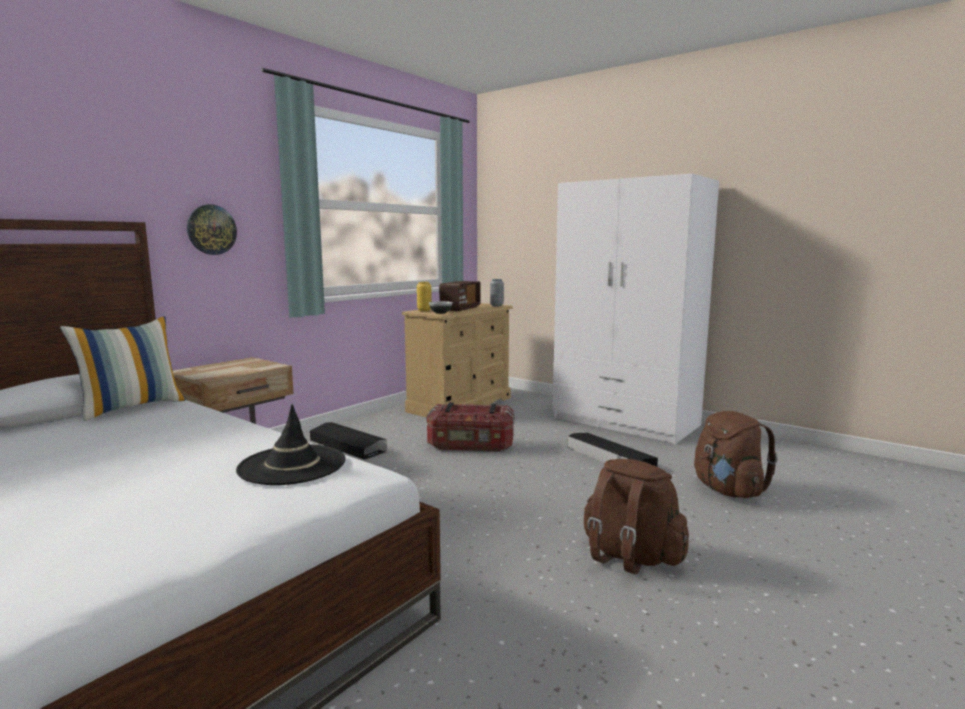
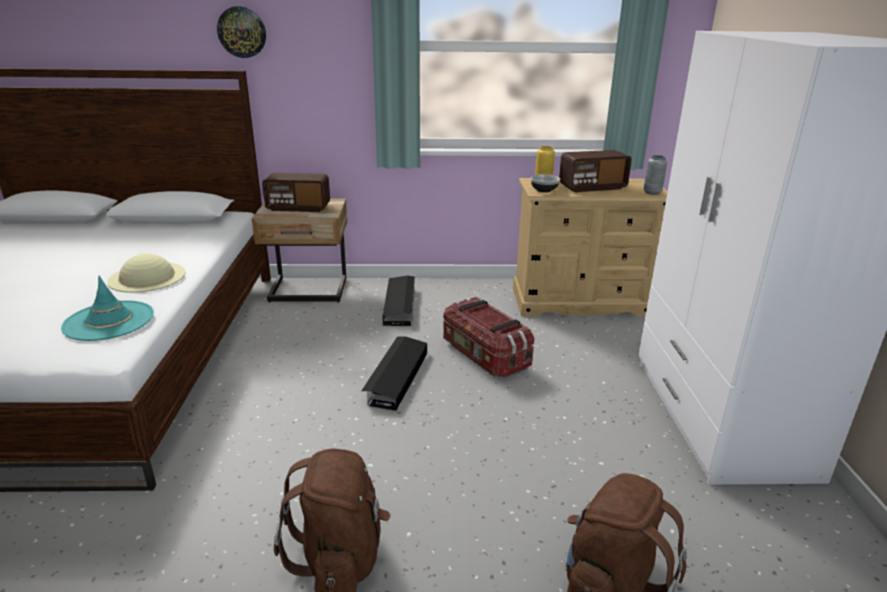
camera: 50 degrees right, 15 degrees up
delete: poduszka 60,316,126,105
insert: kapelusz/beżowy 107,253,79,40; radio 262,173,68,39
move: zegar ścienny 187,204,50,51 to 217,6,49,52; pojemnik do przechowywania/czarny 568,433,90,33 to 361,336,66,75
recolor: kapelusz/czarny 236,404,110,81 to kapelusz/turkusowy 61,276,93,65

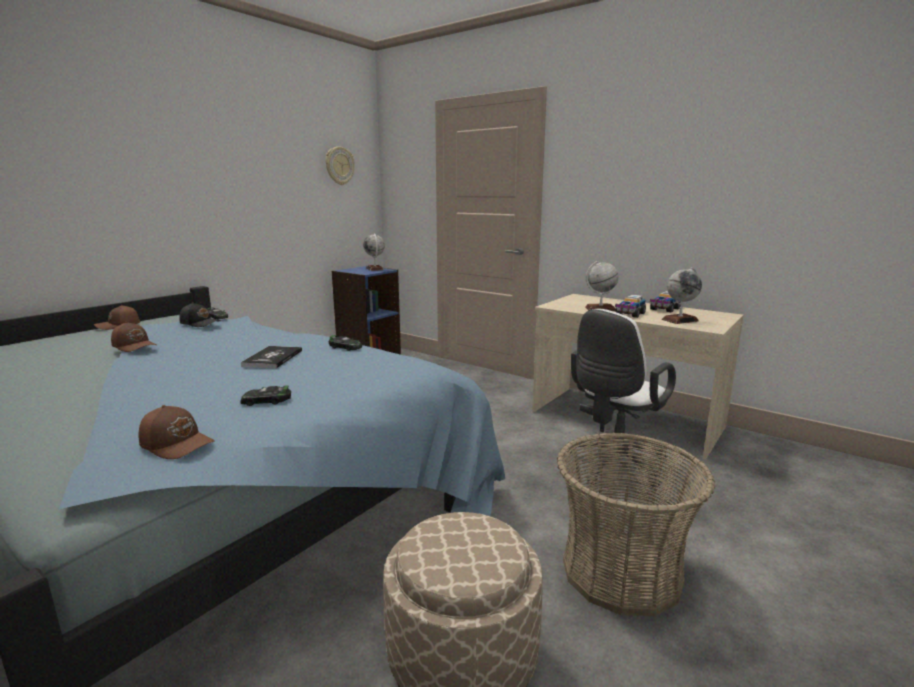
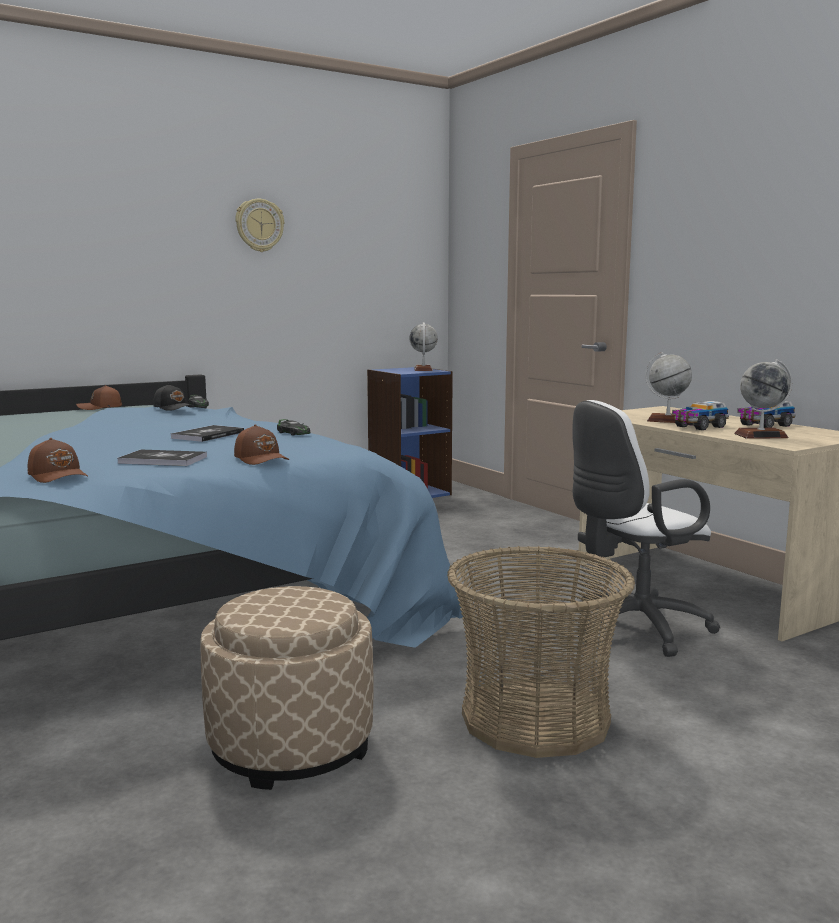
camera: 20 degrees right, 5 degrees down
move: czapka z daszkiem/brązowy 111,322,46,30 to 234,424,55,41; zegar ścienny 326,146,29,39 to 235,199,49,53
replace: samochodzik 241,386,50,20 to książka 117,450,90,16

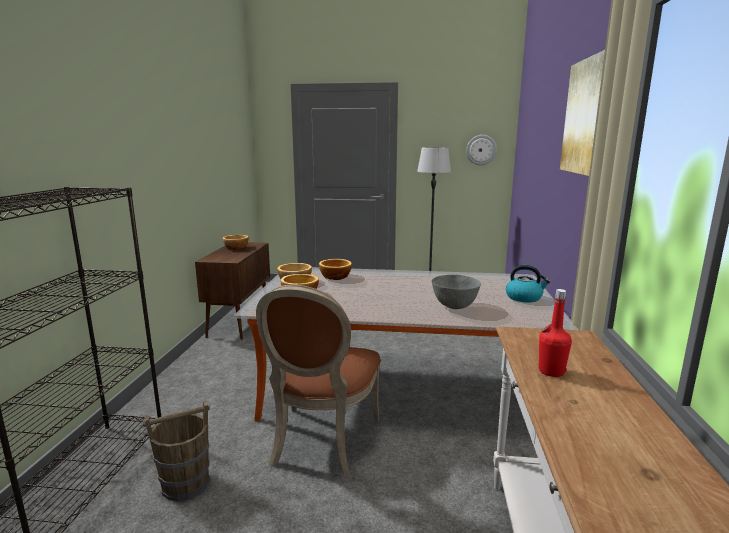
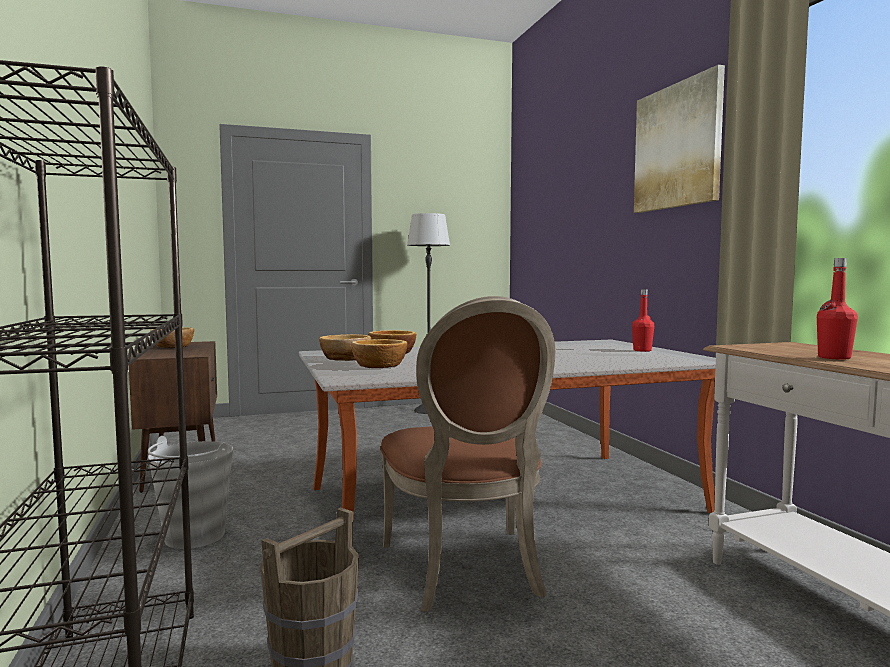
camera: 25 degrees left, 10 degrees down
delete: miska/szary 432,275,49,34; zegar ścienny 466,135,31,30
insert: wiadro/szary 148,436,85,113
replace: czajnik 506,265,44,37 to butelka/czerwony 632,289,22,63

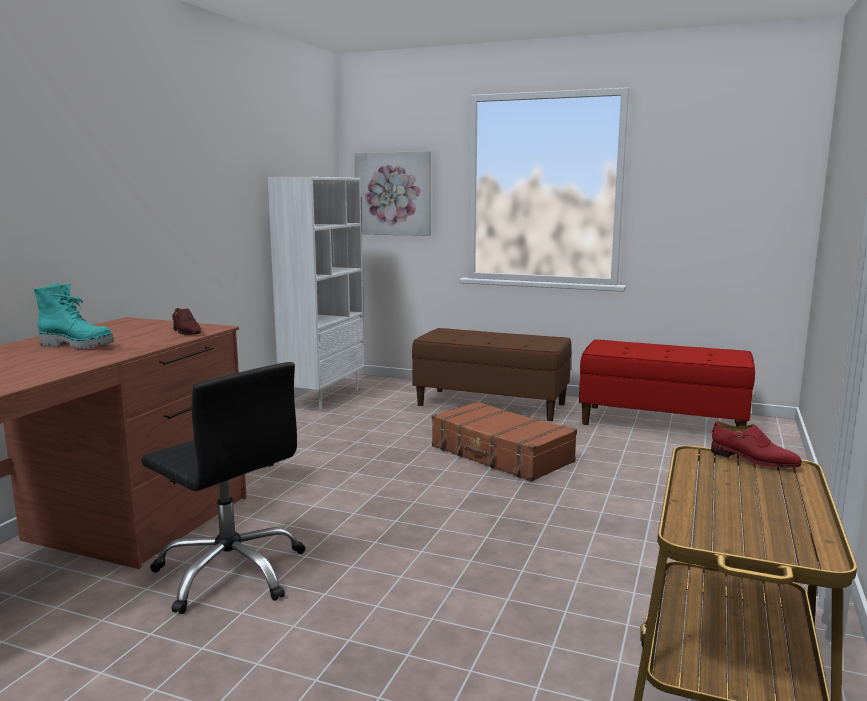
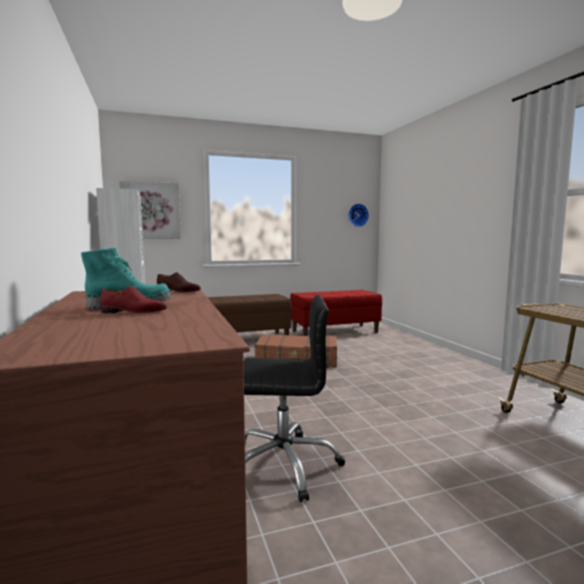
camera: 40 degrees left, 5 degrees down
insert: zegar ścienny 348,204,21,23
move: but/czerwony 711,421,91,47 to 101,285,66,29

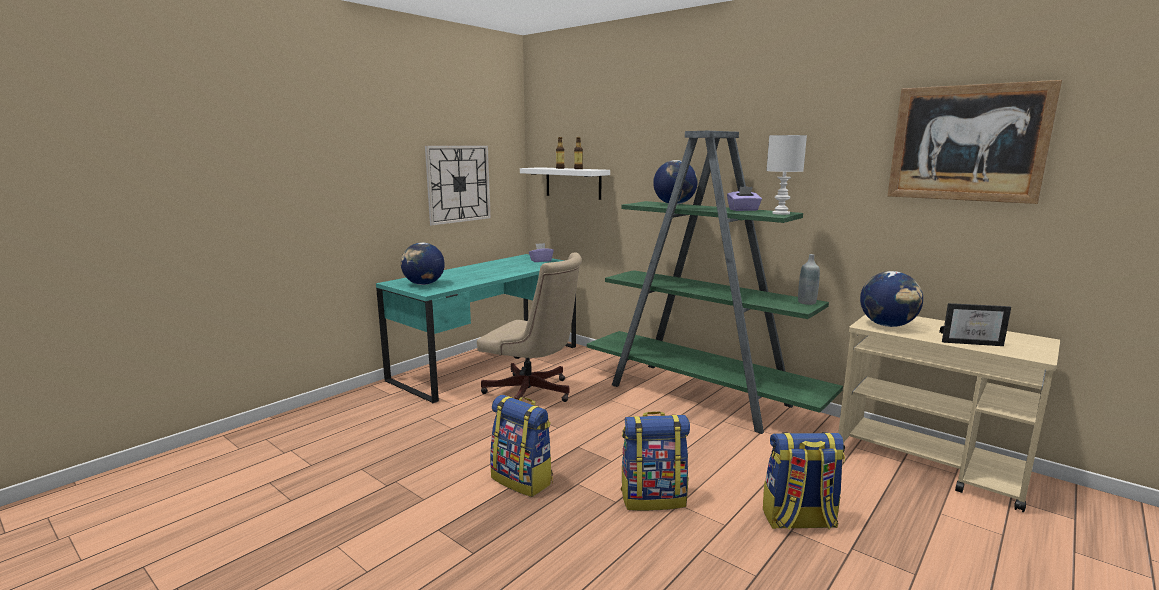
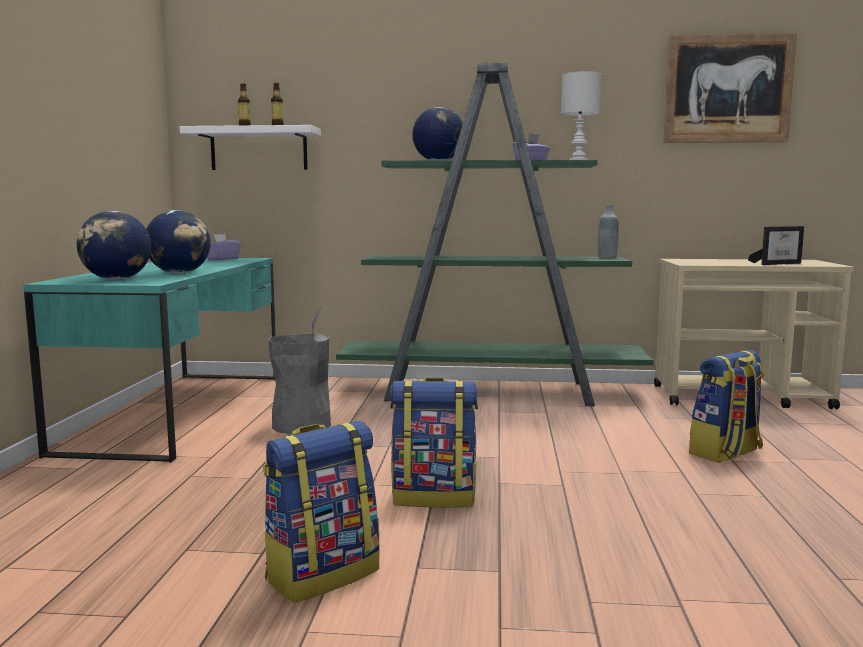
camera: 35 degrees left, 5 degrees down
delete: zegar ścienny 425,145,66,81
move: globus 860,271,63,56 to 146,210,65,64; plecak 620,411,70,100 to 263,421,116,182
replace: krzesło biurowe/beżowy 477,252,105,150 to kosz na śmieci/szary 269,306,62,129

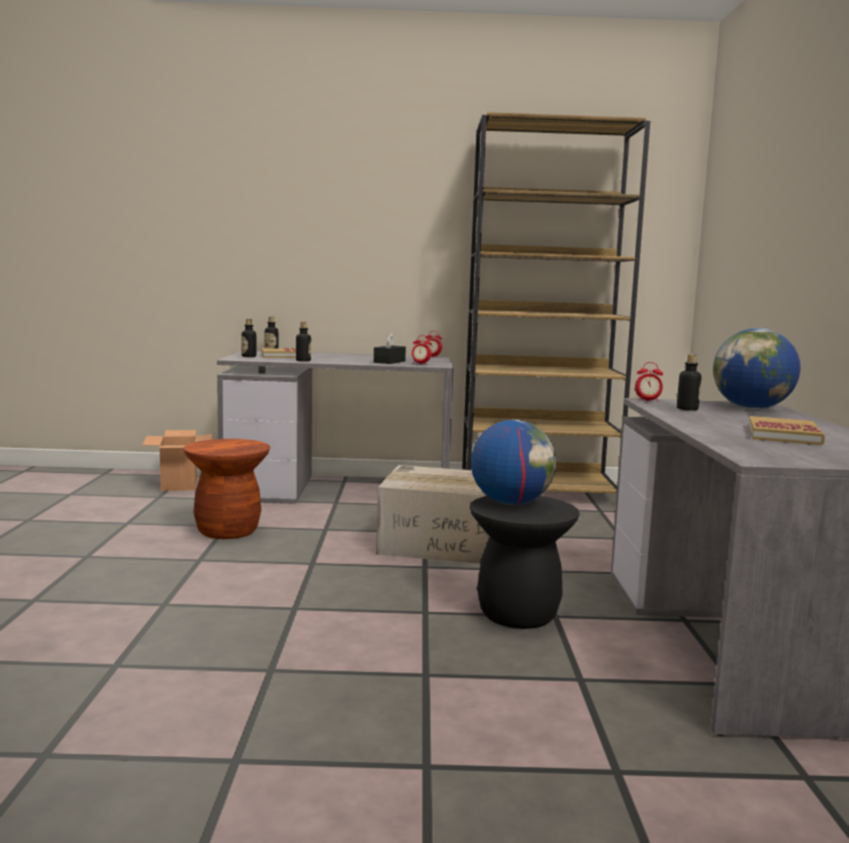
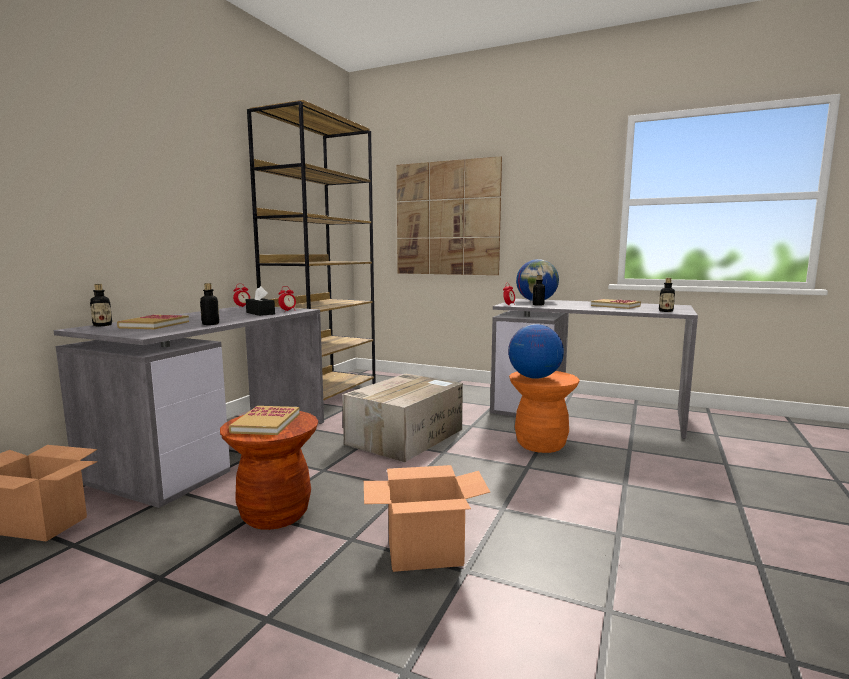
camera: 65 degrees left, 0 degrees up
insert: książka 229,406,71,29; karton 364,465,126,107; obraz 397,156,105,119
move: butelka 242,319,14,38 to 659,278,16,34
recolor: stołek/czarny 470,496,110,133 to stołek/pomarańczowy 509,371,71,82

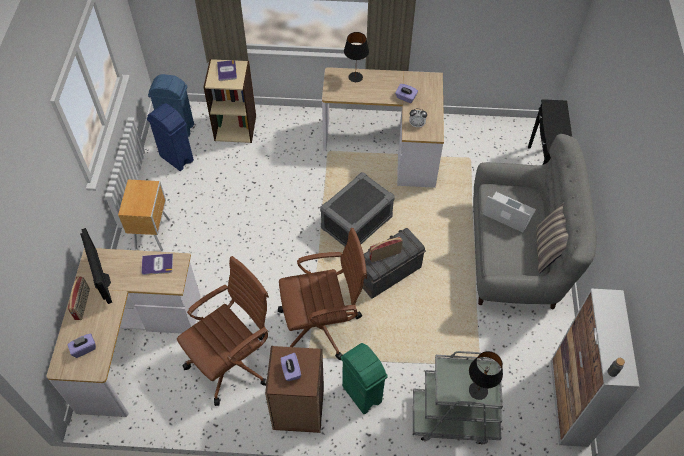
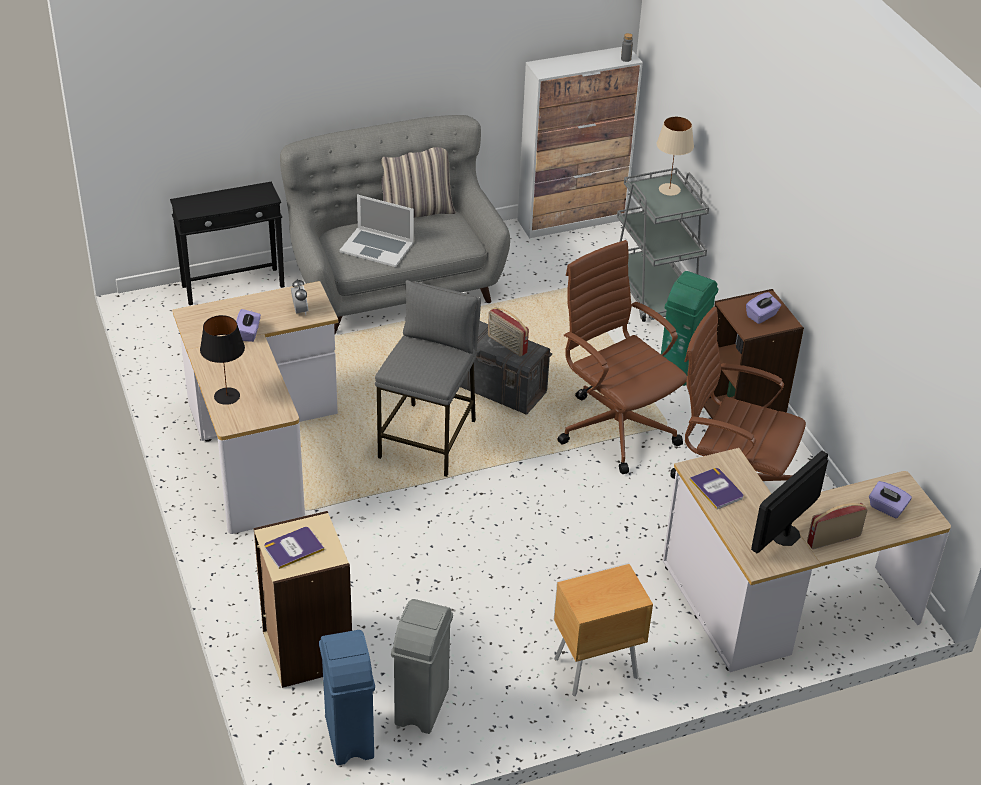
camera: 115 degrees left, 15 degrees down
replace: pojemnik do przechowywania/szary 320,172,75,74 to stołek/szary 375,280,106,197
recolor: kosz na śmieci/niebieski 147,103,47,68 to kosz na śmieci/szary 391,599,62,135; lampa stołowa/czarny 469,351,34,49 to lampa stołowa/beżowy 657,116,37,80
rotate: laptop 483,192,53,41 = 339,194,75,73 75 degrees counterclockwise

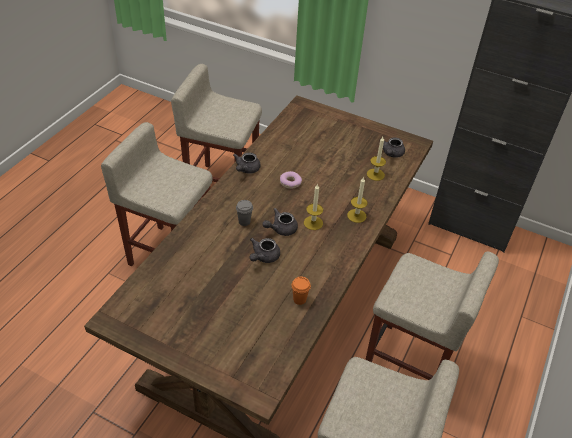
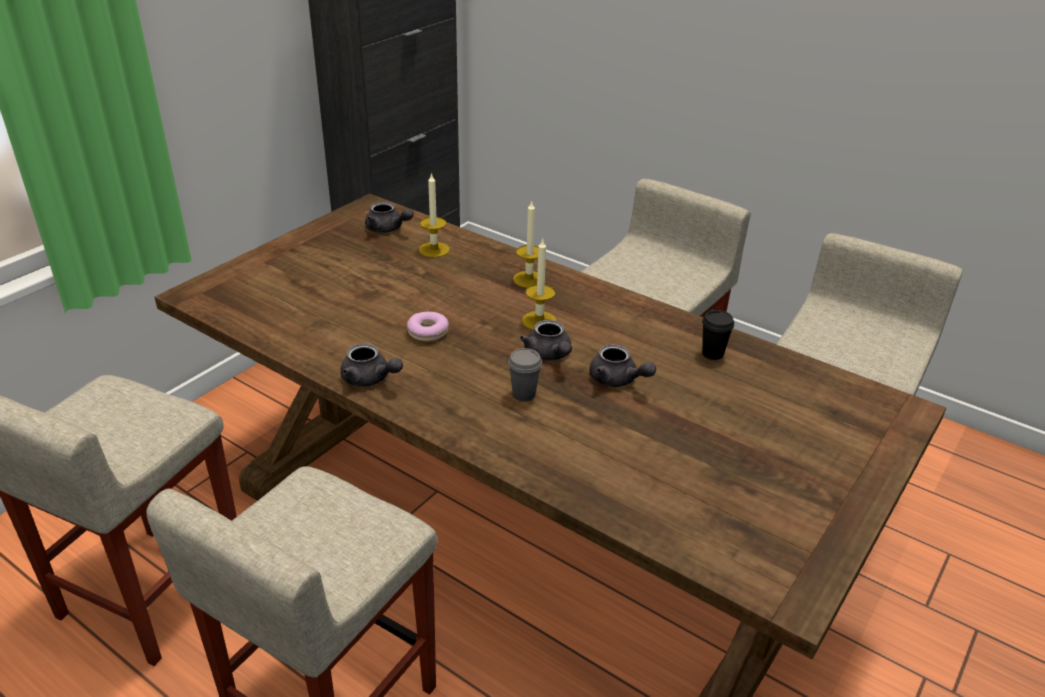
camera: 80 degrees left, 10 degrees down
recolor: filiżanka/pomarańczowy 291,277,20,28 to filiżanka/czarny 702,310,32,50

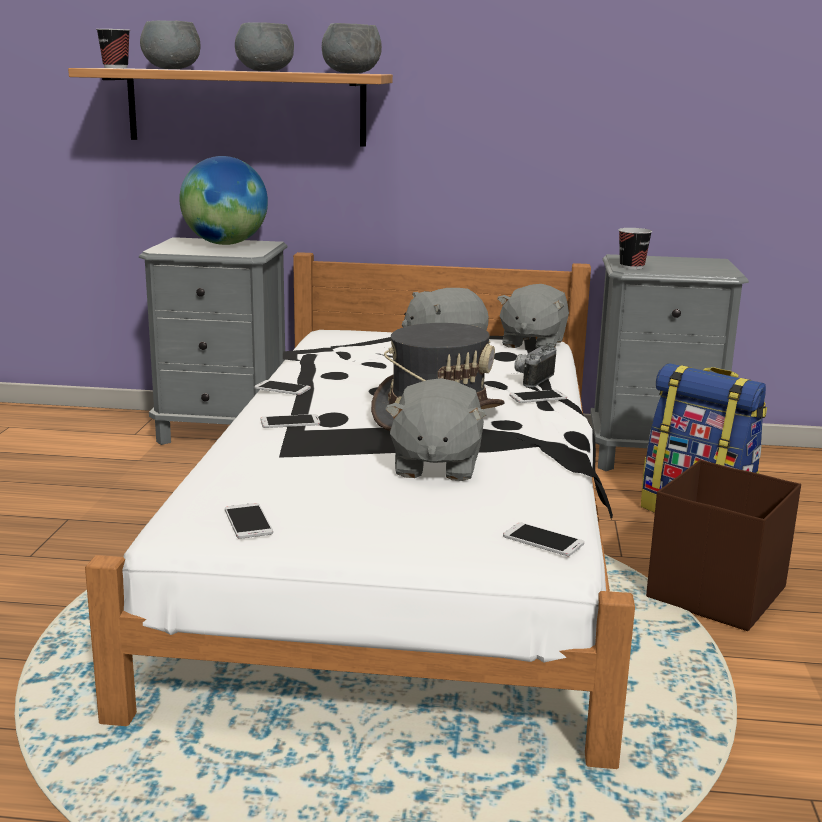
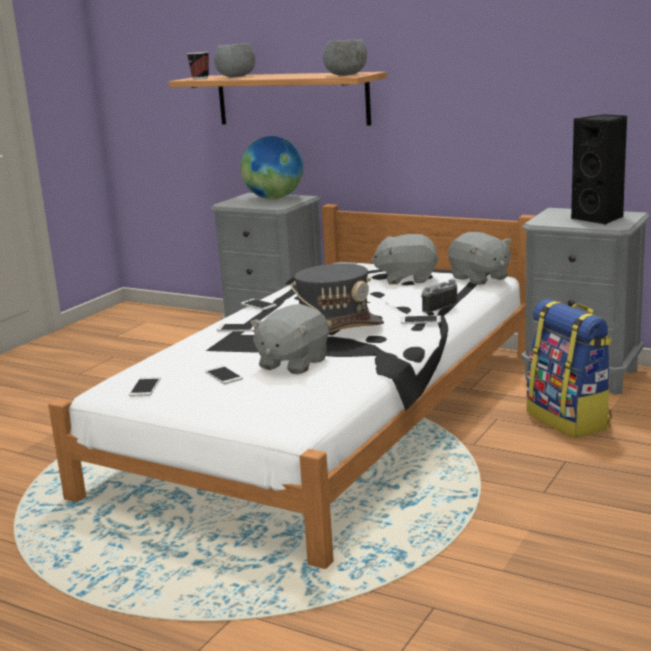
camera: 25 degrees right, 0 degrees up
delete: miska/szary 235,22,59,49; filiżanka 618,228,34,41; pojemnik do przechowywania/brązowy 646,460,155,171
insert: głośnik/czarny 571,114,56,111
move: telefon 503,522,81,34 to 205,366,38,18
rotate: pluszak/szary 497,284,72,65 = 448,232,64,53 75 degrees counterclockwise

